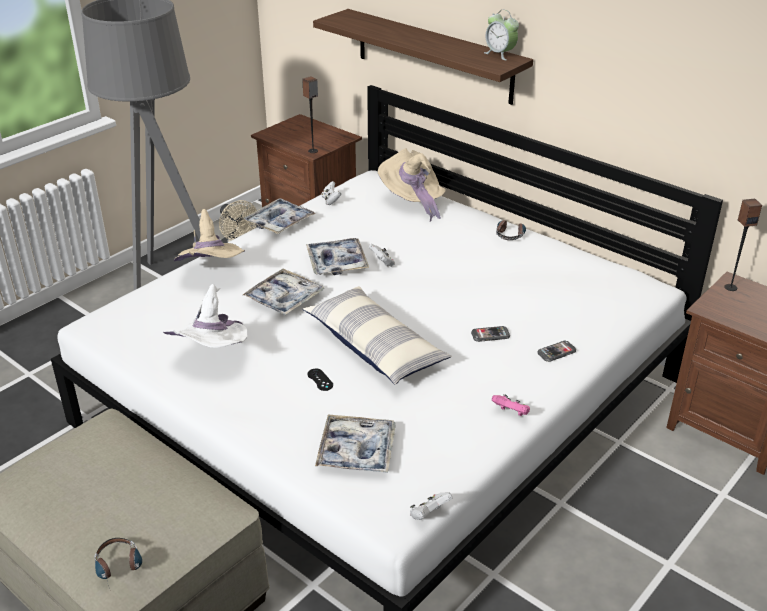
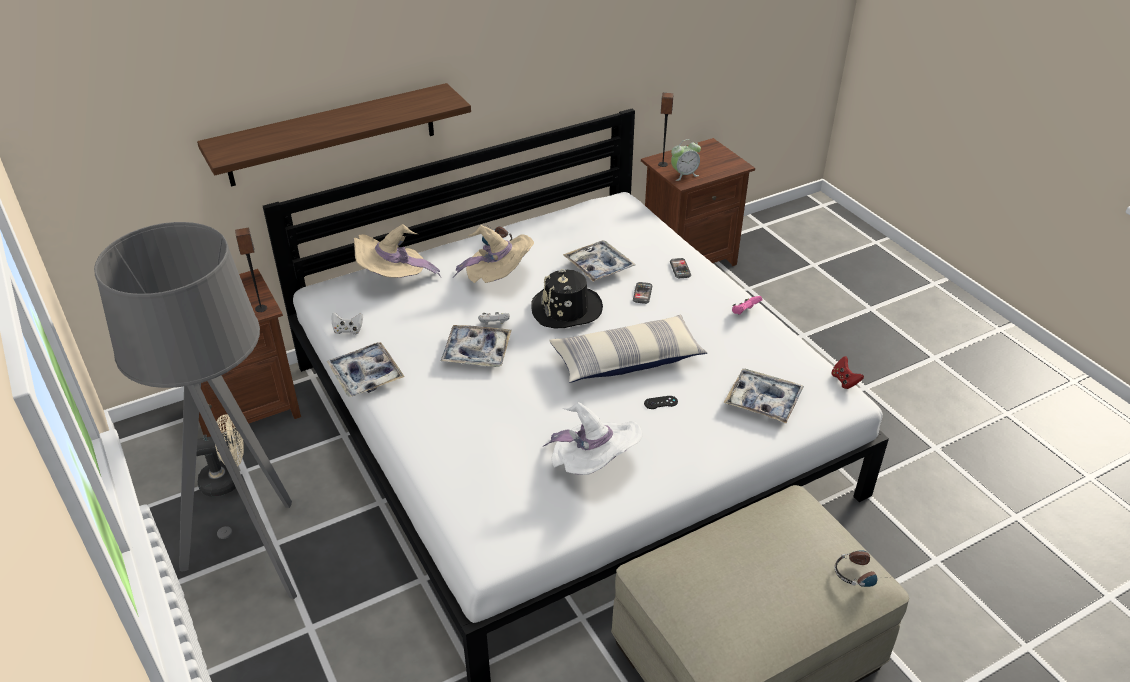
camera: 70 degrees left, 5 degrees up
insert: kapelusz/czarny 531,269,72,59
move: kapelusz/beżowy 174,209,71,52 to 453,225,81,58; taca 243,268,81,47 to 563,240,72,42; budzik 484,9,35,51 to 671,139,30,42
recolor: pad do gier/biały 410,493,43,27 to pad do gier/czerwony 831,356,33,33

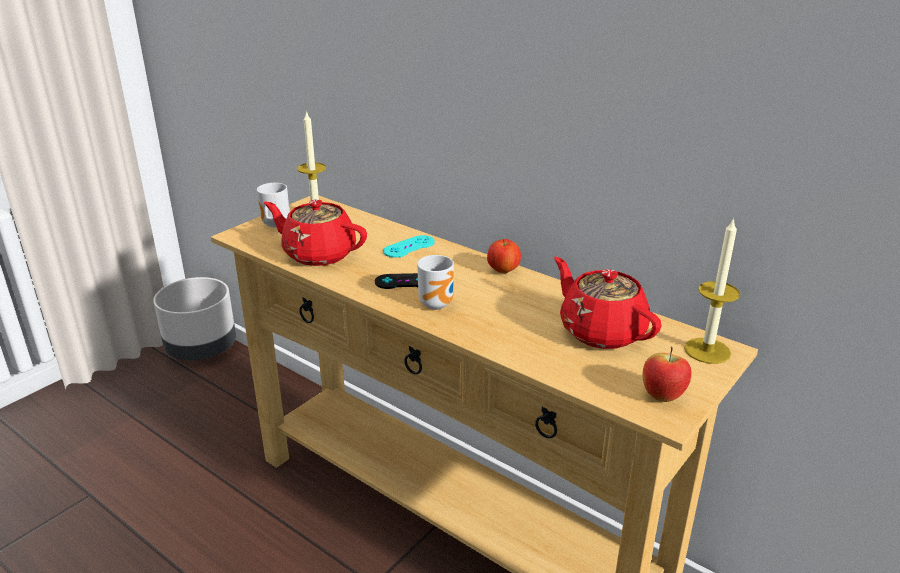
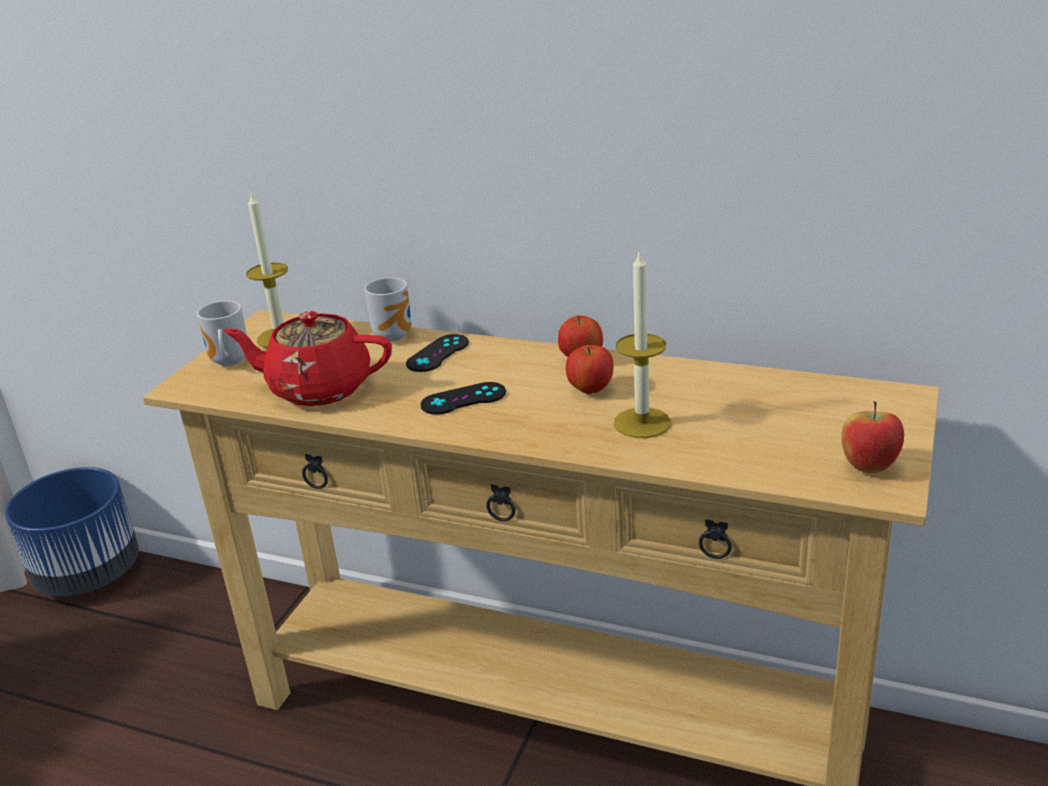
camera: 15 degrees left, 0 degrees up
delete: imbryk/czerwony 554,257,108,92
insert: jabłko 566,345,48,49
move: kubek 417,255,37,55 to 364,277,47,65; świeca 684,217,56,147 to 614,249,57,189
recolor: donica/szary 153,277,83,83 to donica/niebieski 5,467,134,130; pad do gier/turkusowy 383,235,52,23 to pad do gier/czarny 406,334,63,38

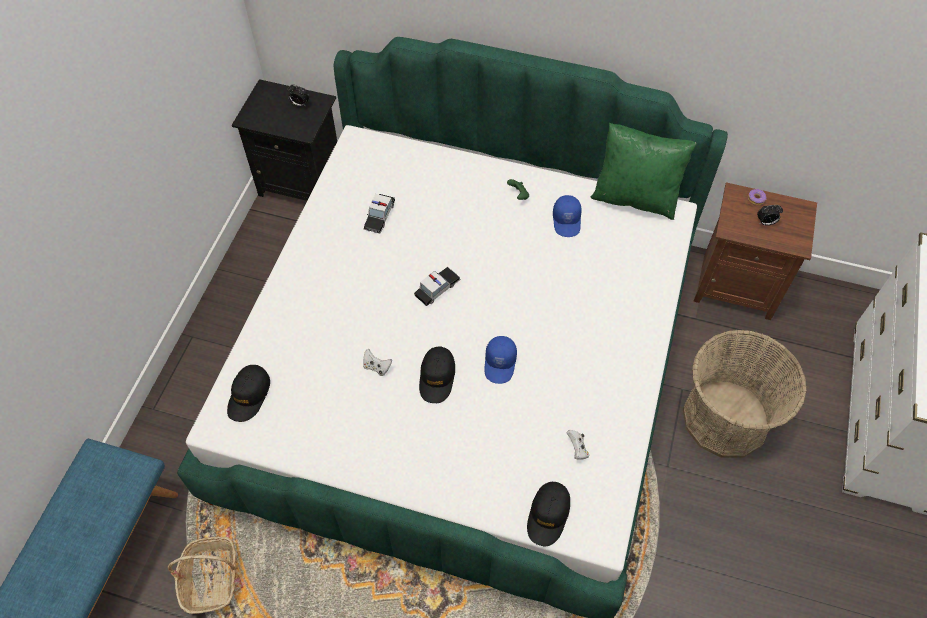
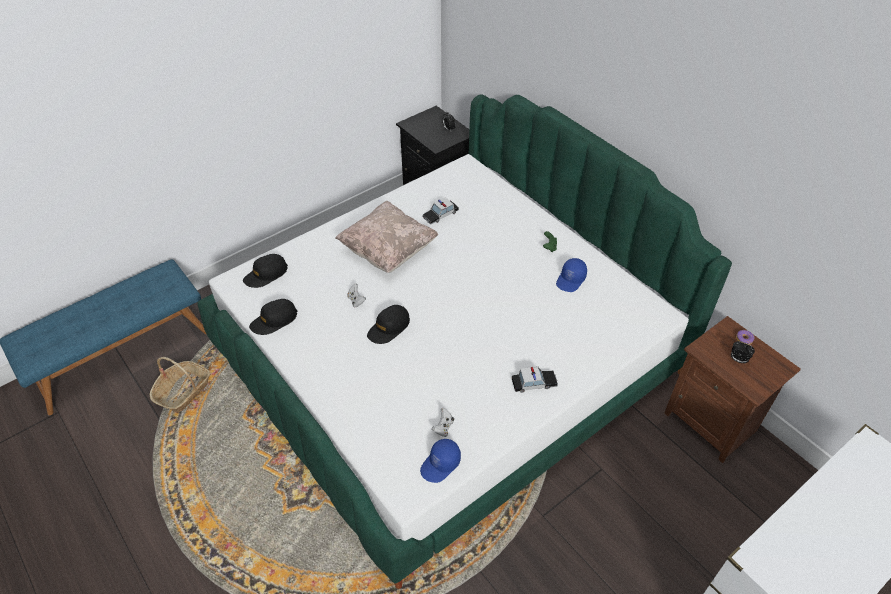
camera: 35 degrees right, 10 degrees down
delete: poduszka/zielony 591,123,106,97; koszyk 683,330,124,128
insert: poduszka/beżowy 335,201,103,72
move: czapka z daszkiem/czarny 527,482,43,64 to 249,299,48,36; czapka z daszkiem/niebieski 484,336,33,48 to 420,439,41,44; samochodzik 414,267,46,39 to 512,367,46,26

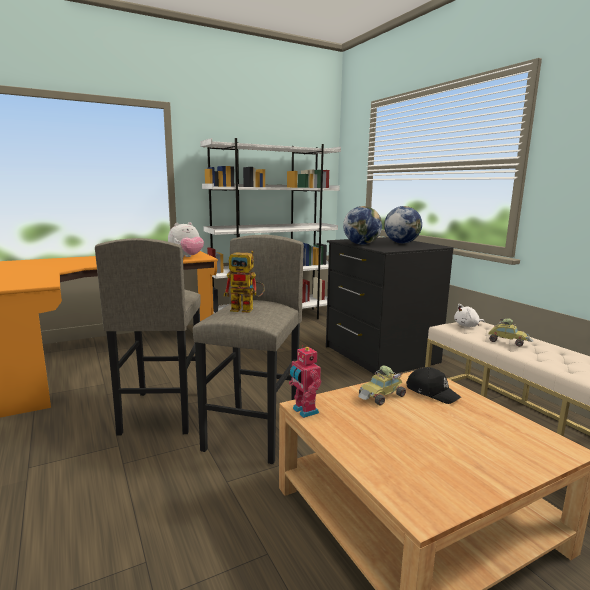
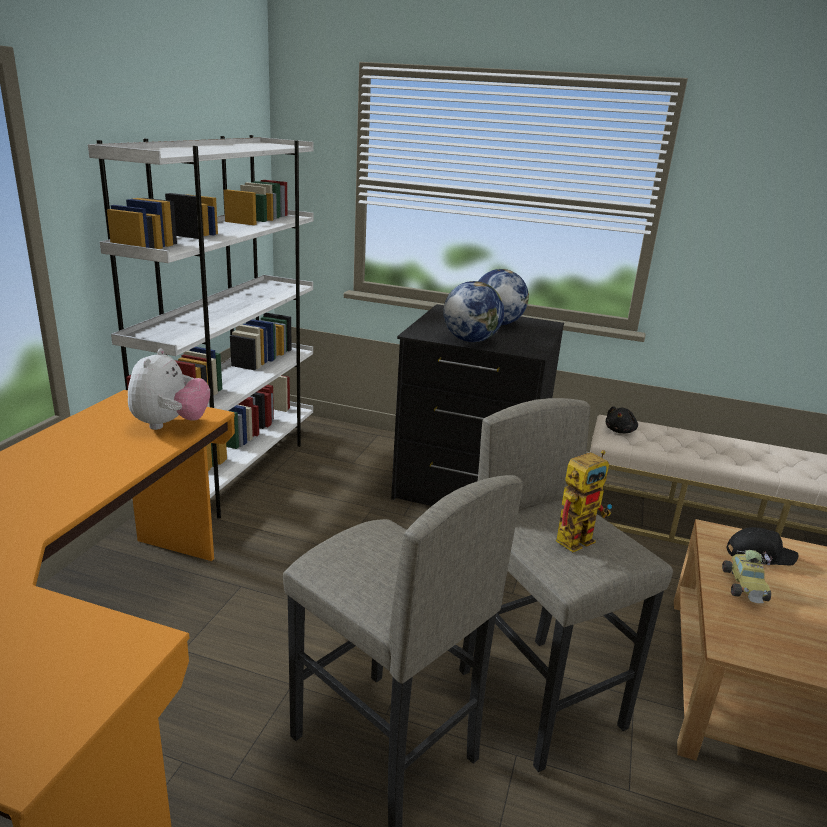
camera: 45 degrees left, 10 degrees up
delete: robot zabawkowy 289,345,32,73; samochodzik 488,318,45,29
recolor: pluszak/biały 454,304,31,23 to pluszak/czarny 606,406,32,27

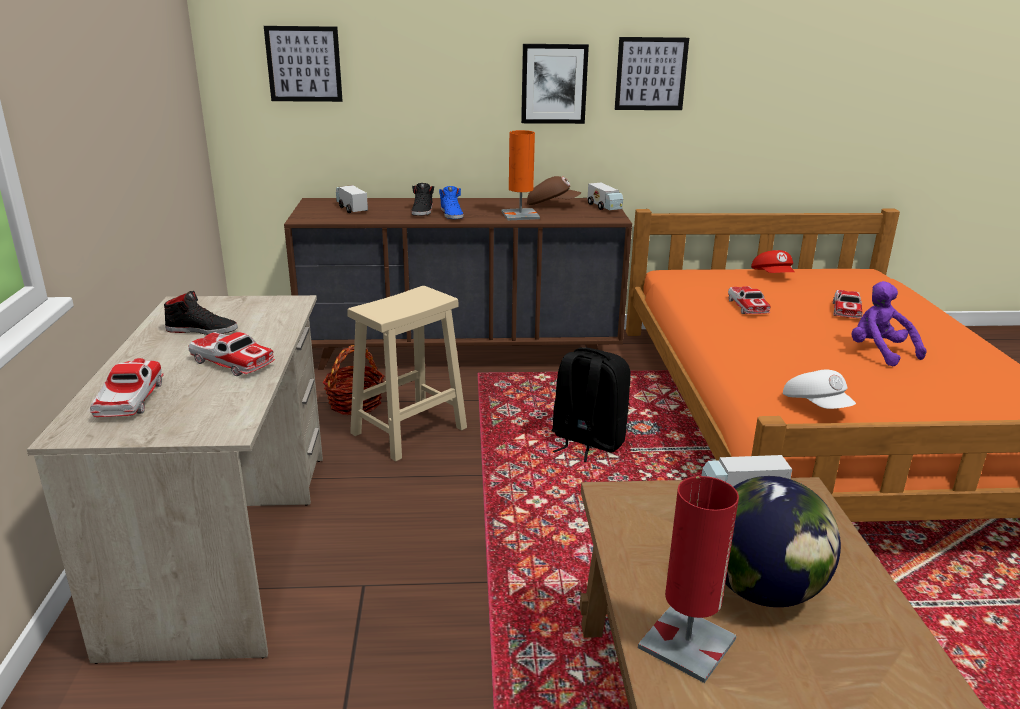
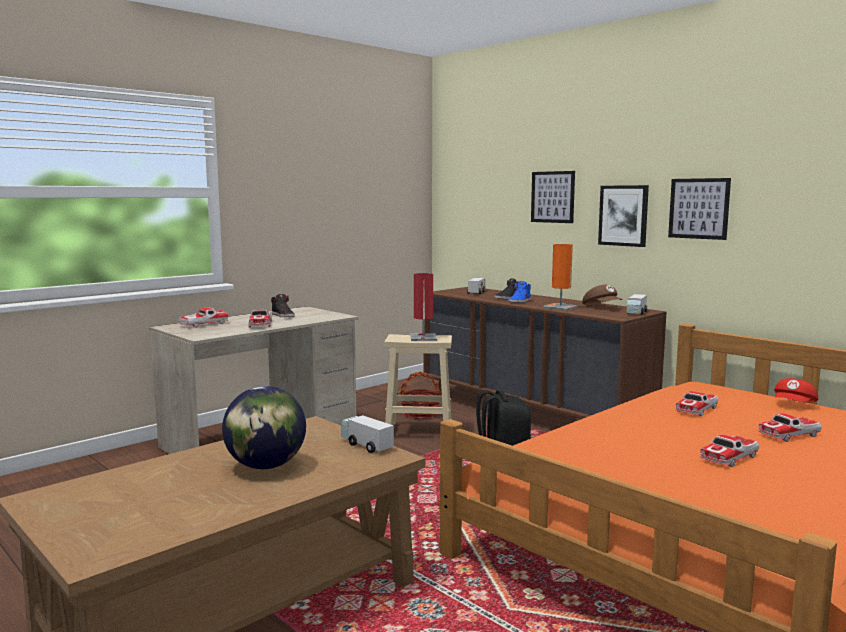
camera: 50 degrees right, 15 degrees down
delete: czapka z daszkiem/biały 783,370,73,39
move: lampa stołowa/czerwony 638,476,101,207 to 410,273,27,68; obraz 264,26,79,76 to 531,171,44,52
replace: pluszak/fioletowy 851,281,75,85 to samochodzik 699,435,60,32

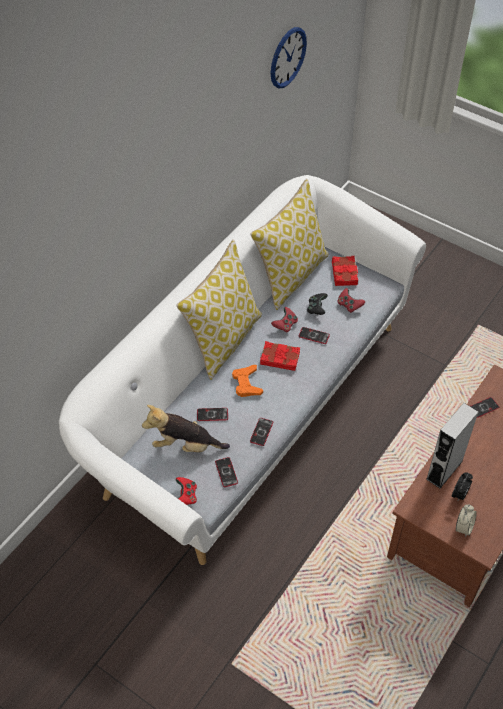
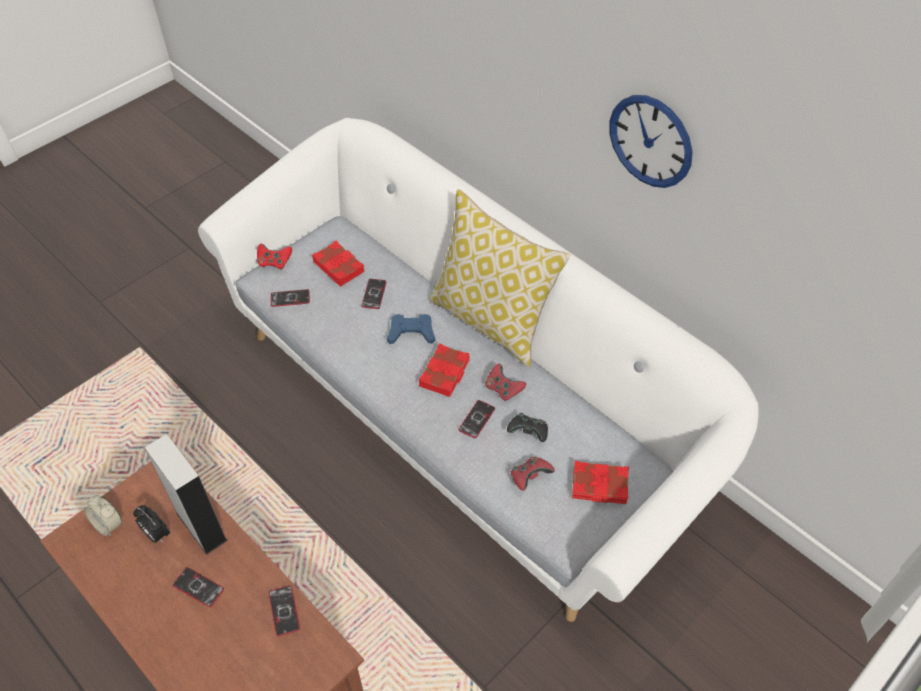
camera: 100 degrees right, 0 degrees up
delete: poduszka 250,179,79,131
move: telefon 250,418,23,28 to 173,567,51,40; zegar ścienny 271,27,36,62 to 609,95,84,93
replace: pluszak 142,405,88,47 to książka/czerwony 312,241,52,46
recolor: pad do gier/pomarańczowy 232,365,31,32 to pad do gier/niebieski 387,314,48,30

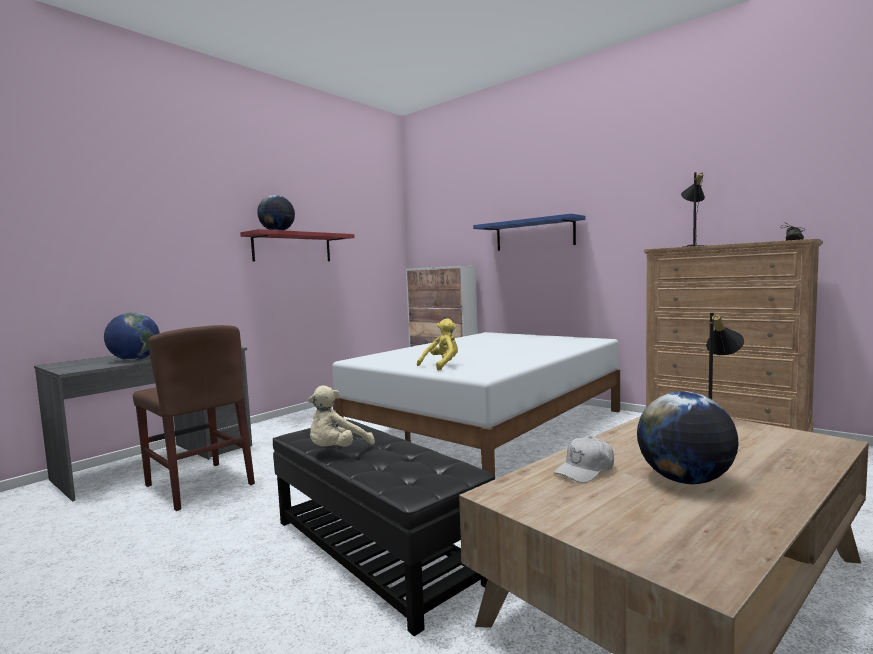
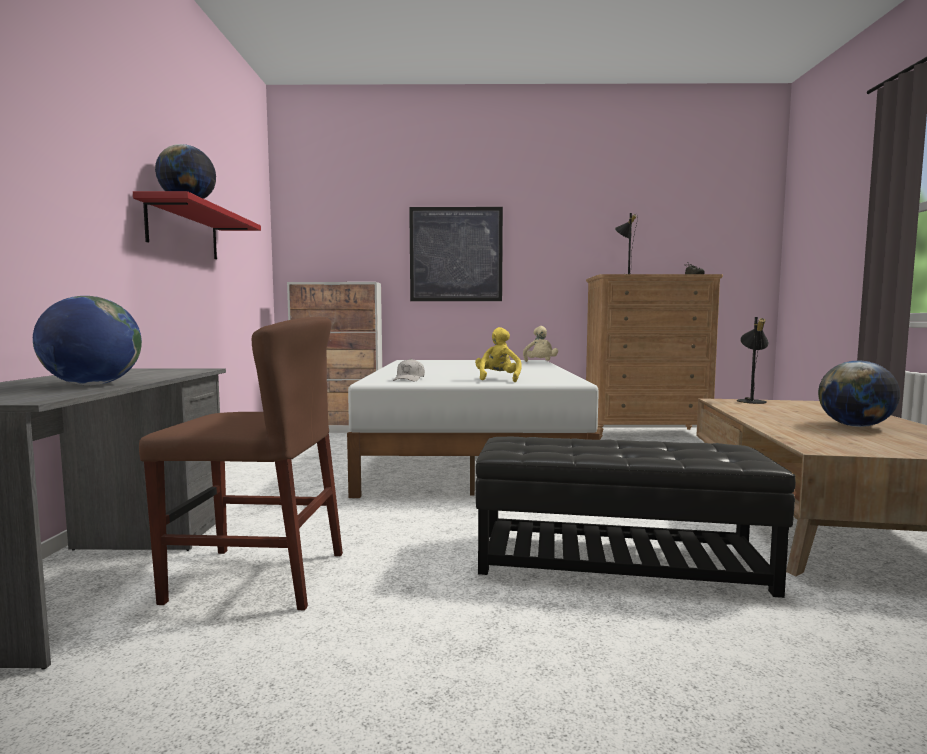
camera: 40 degrees left, 0 degrees up
move: czapka z daszkiem/biały 554,436,60,47 to 393,359,32,23; pluszak/beżowy 308,385,67,62 to 523,326,35,36
replace: półka/niebieski 473,213,112,38 to obraz 409,207,94,94

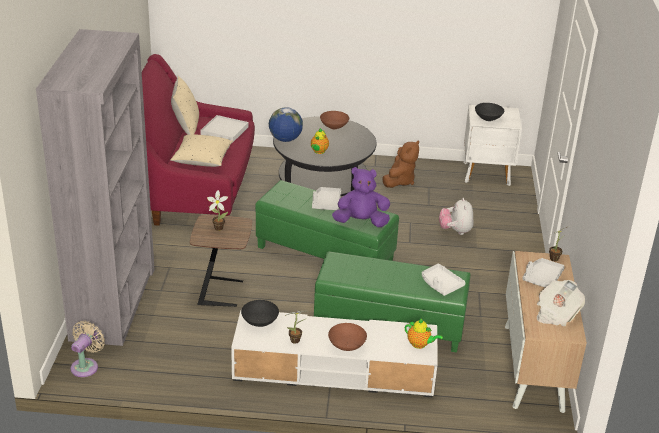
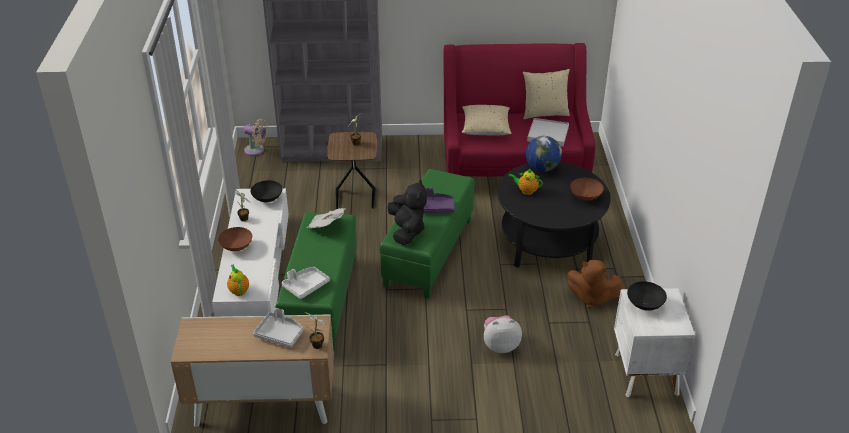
camera: 85 degrees right, 5 degrees up
move: gazeta 537,280,48,46 to 307,208,39,20
recolor: pluszak/fioletowy 332,167,58,60 to pluszak/czarny 387,180,40,65; taca/szary 312,187,29,23 to taca/fioletowy 424,188,31,25
rotate: imbryk 405,319,38,30 = 227,264,22,32 135 degrees clockwise

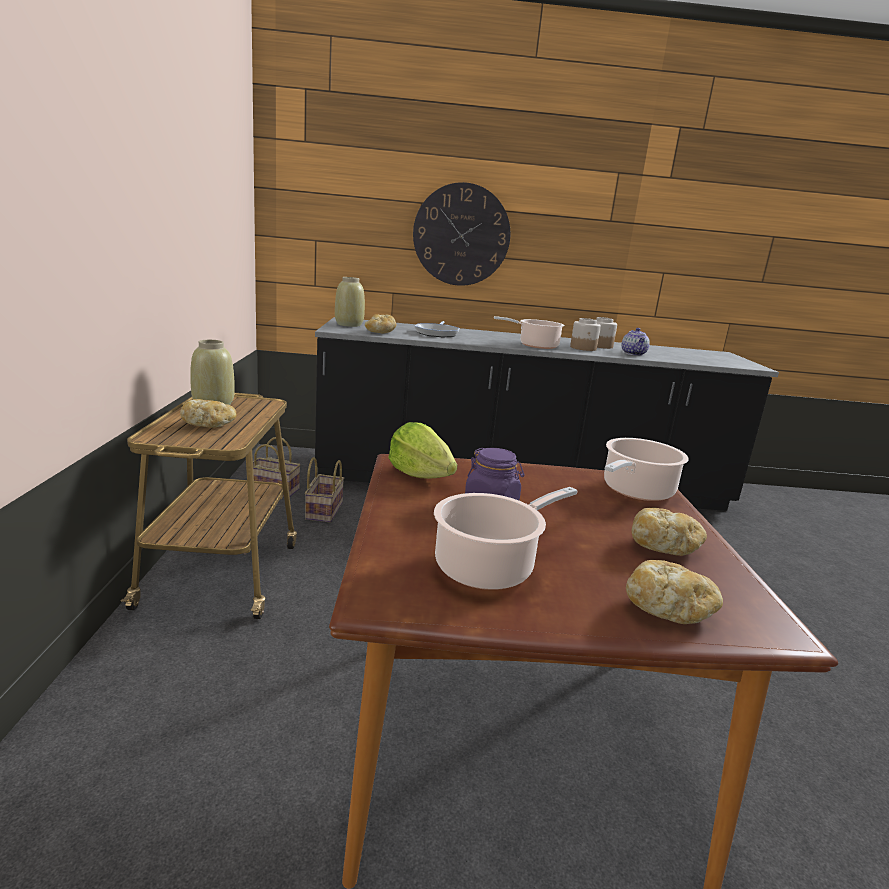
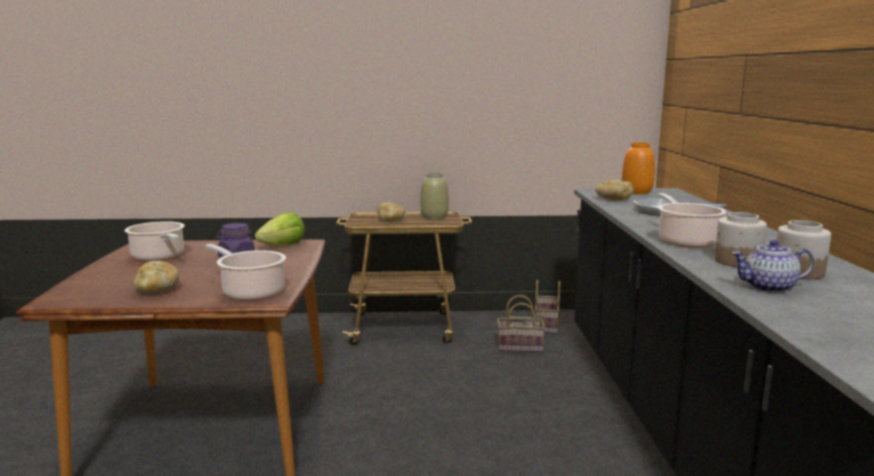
camera: 90 degrees right, 5 degrees down
delete: zegar ścienny 413,182,97,104; chleb 626,560,97,64
recolor: wazon/beżowy 335,277,30,50 to wazon/pomarańczowy 622,142,33,52

